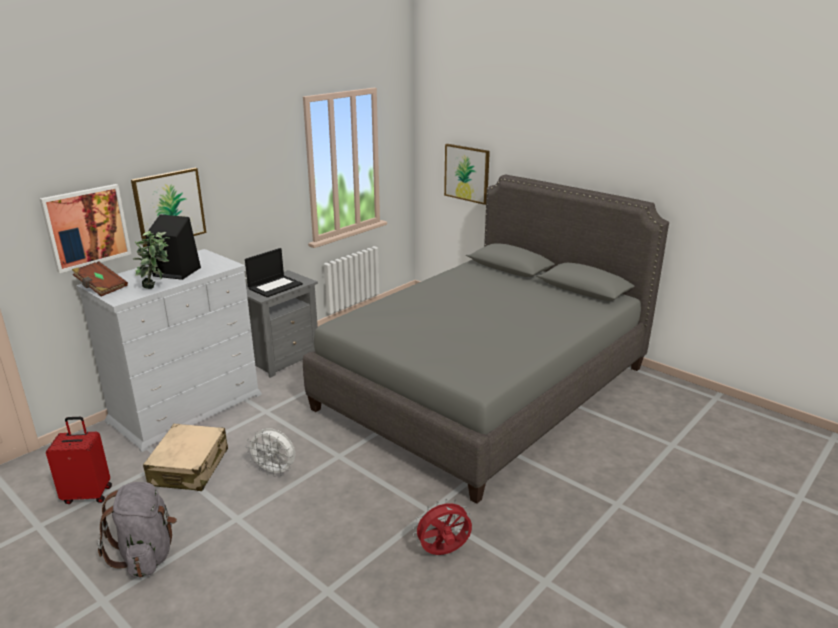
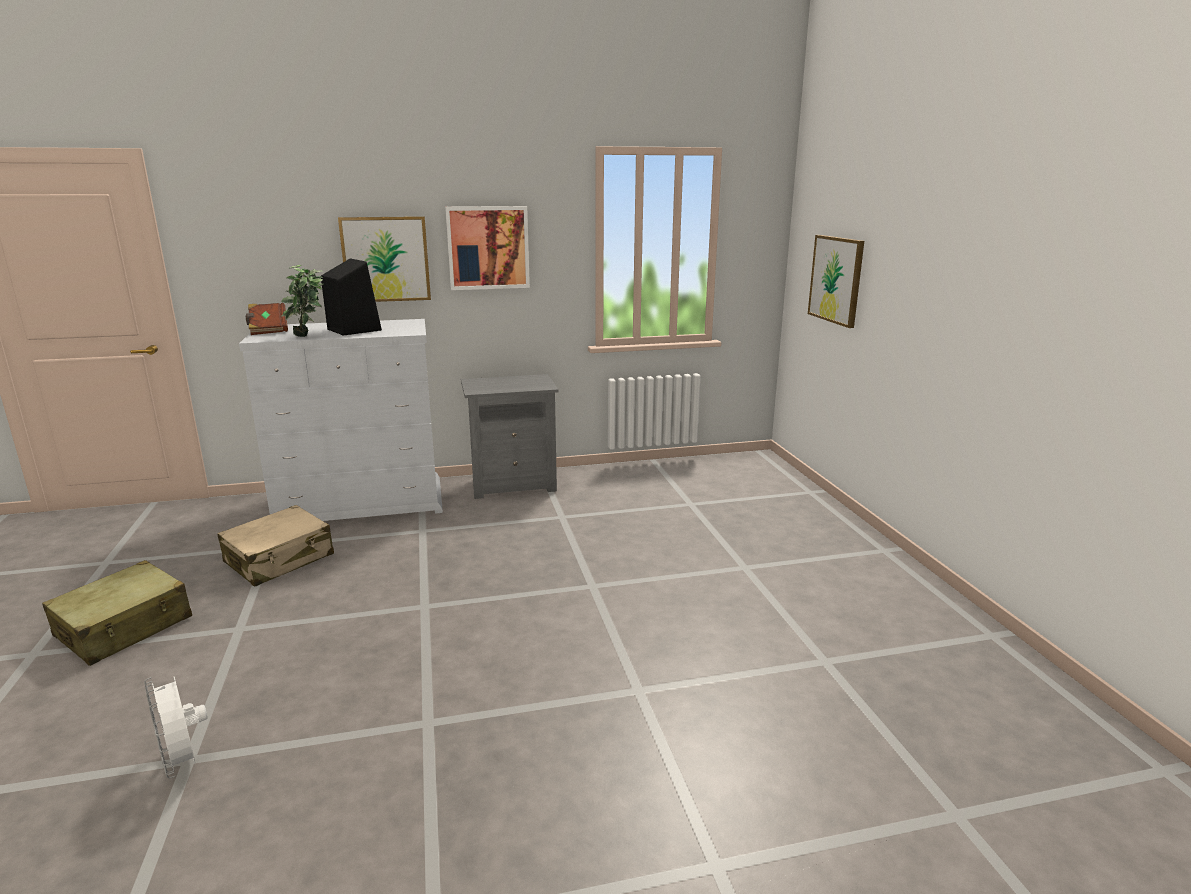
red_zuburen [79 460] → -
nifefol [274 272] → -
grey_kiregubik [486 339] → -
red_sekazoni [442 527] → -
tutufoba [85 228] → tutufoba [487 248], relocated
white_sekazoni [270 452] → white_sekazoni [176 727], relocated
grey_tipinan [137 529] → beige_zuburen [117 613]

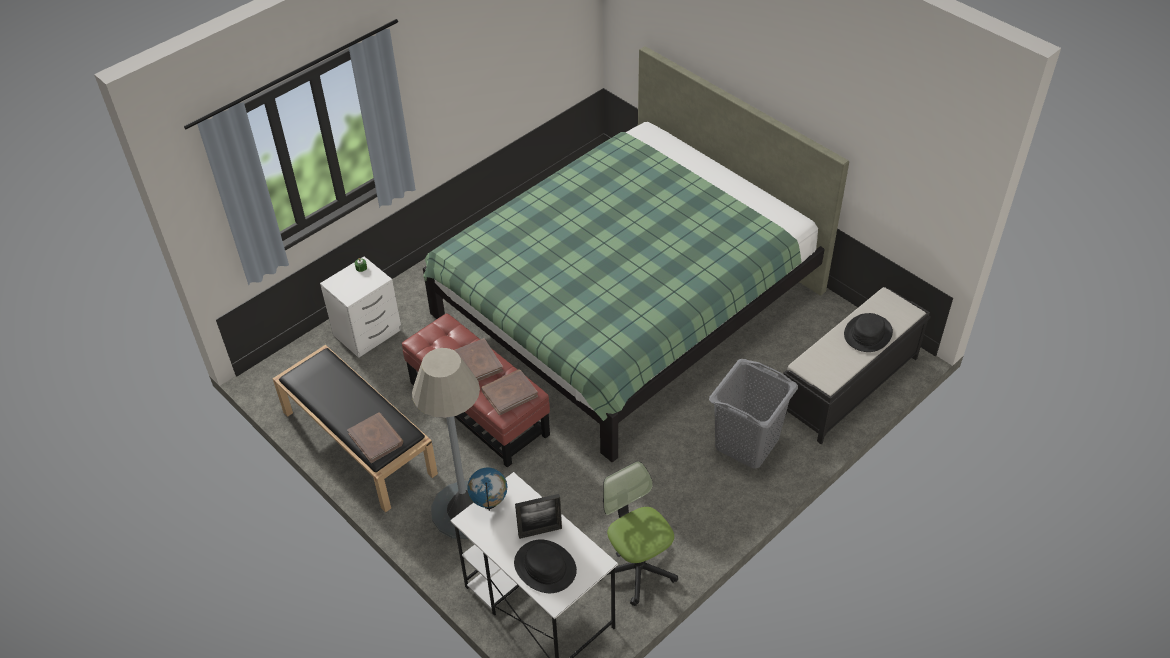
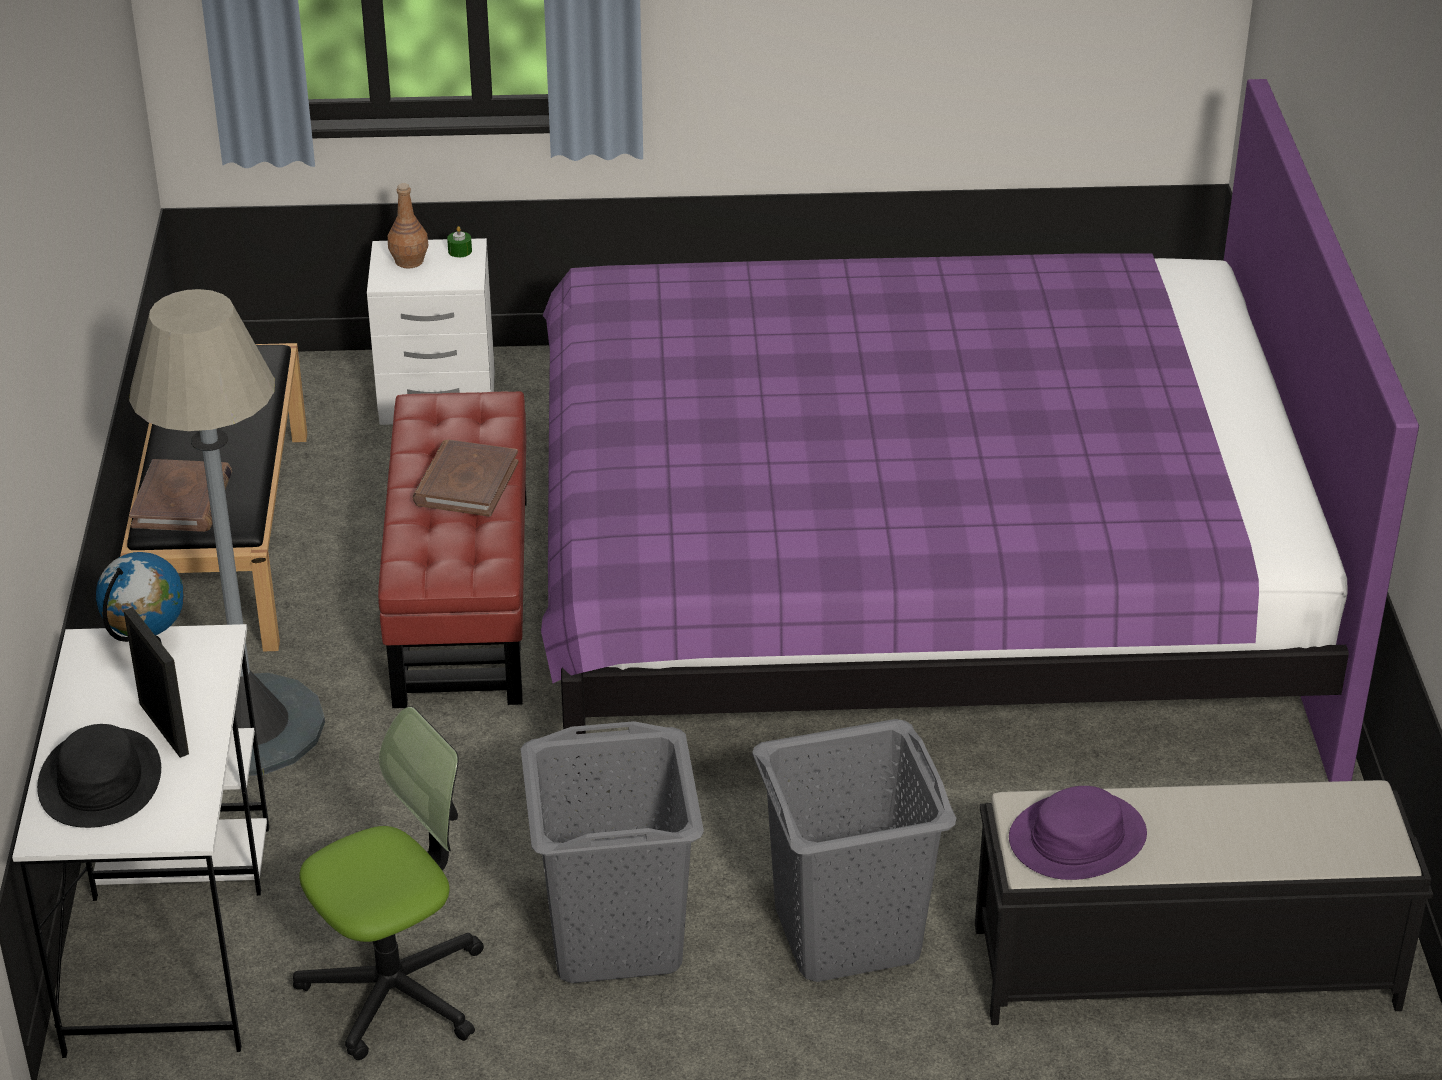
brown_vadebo [509 392] → -
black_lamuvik [868 332] → -
- → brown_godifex [408 225]
- → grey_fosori [612 852]
- → purple_lamuvik [1078 833]
green_kiregubik [636 254] → purple_kiregubik [980 440]
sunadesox [538 516] → sunadesox [156 682], 150 degrees counterclockwise
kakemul [639 533] → kakemul [388 883], 45 degrees clockwise

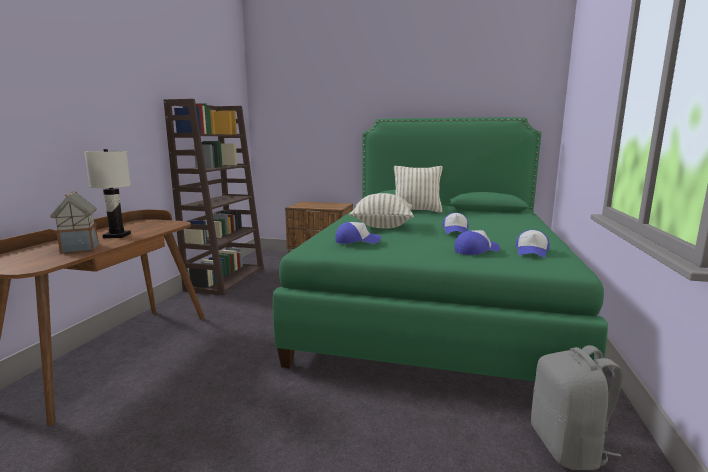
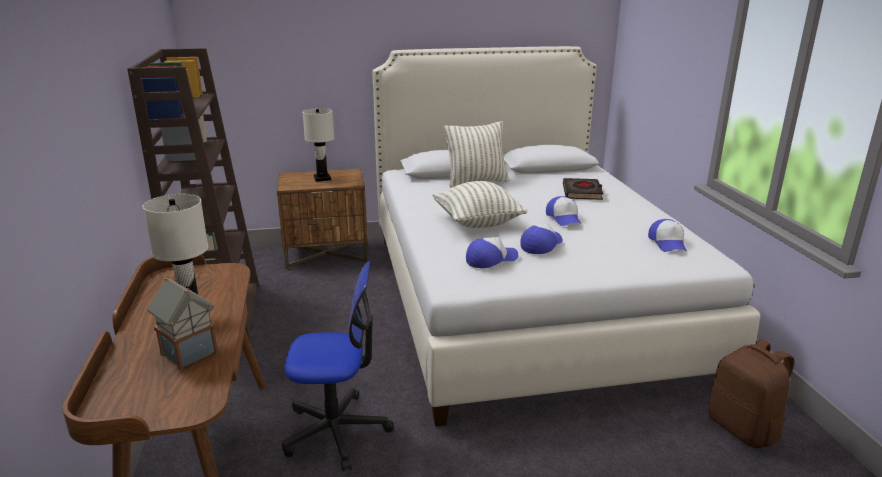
- → kakemul [338 366]
- → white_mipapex [318 145]
- → black_vadebo [583 189]
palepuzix [477 242] → palepuzix [541 238], relocated
green_kiregubik [440 249] → white_kiregubik [566 236]
grey_tipinan [577 407] → brown_tipinan [751 393]

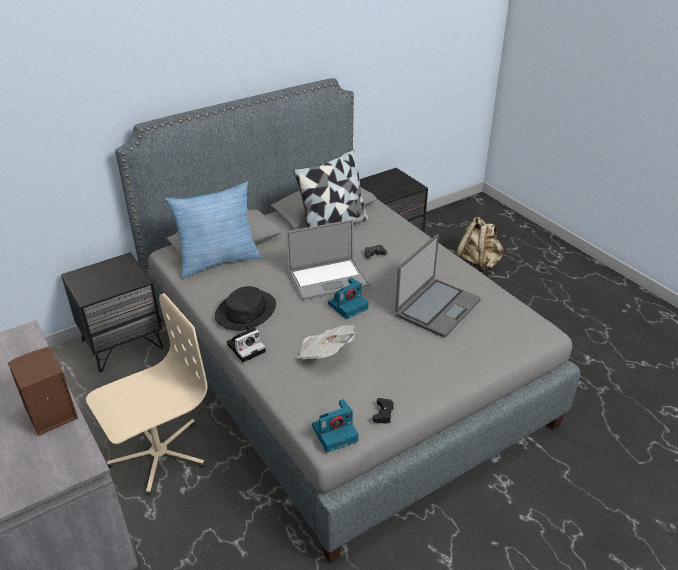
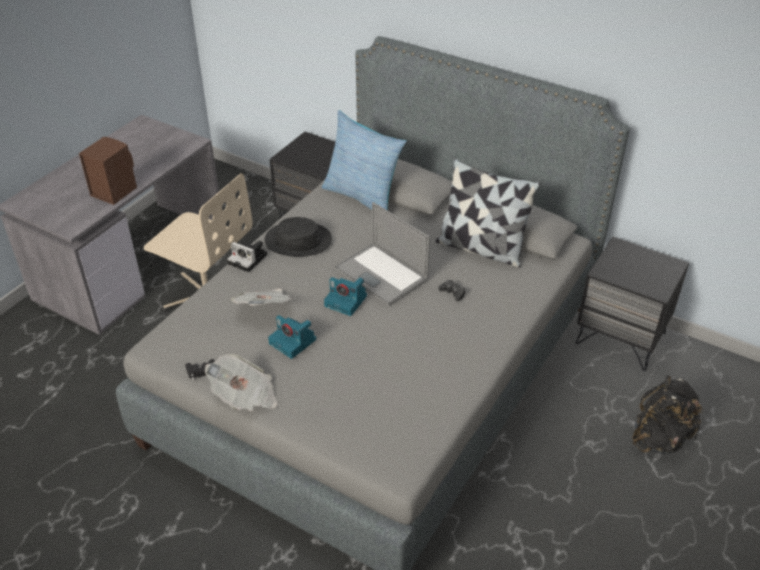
nifefol [438 285] → -
- → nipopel [241 382]
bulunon [335 425] → bulunon [292 337], relocated
beige_tipinan [480 245] → black_tipinan [668 414]

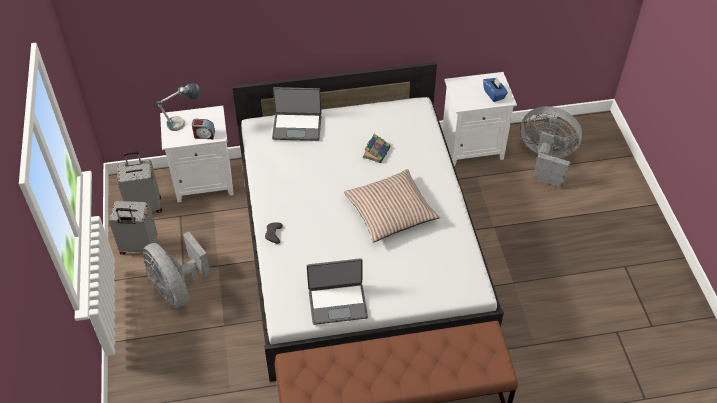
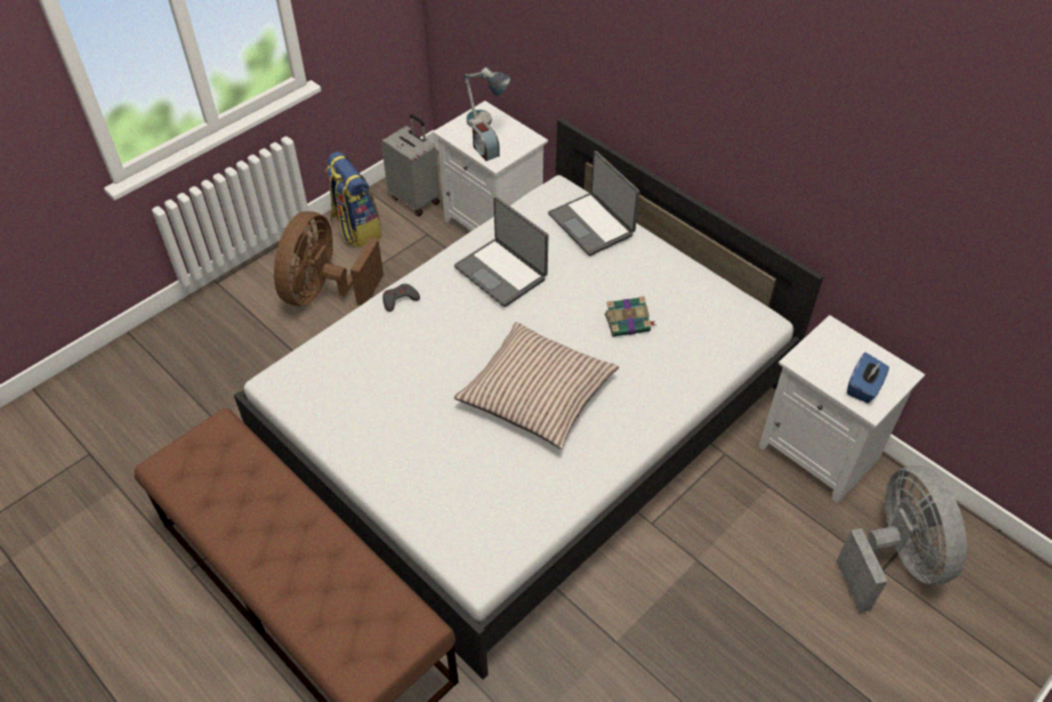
nifefol [337 291] → nifefol [501 252], relocated
grey_zuburen [133 228] → tipinan [354 200]
grey_sekazoni [177 269] → brown_sekazoni [329 258]

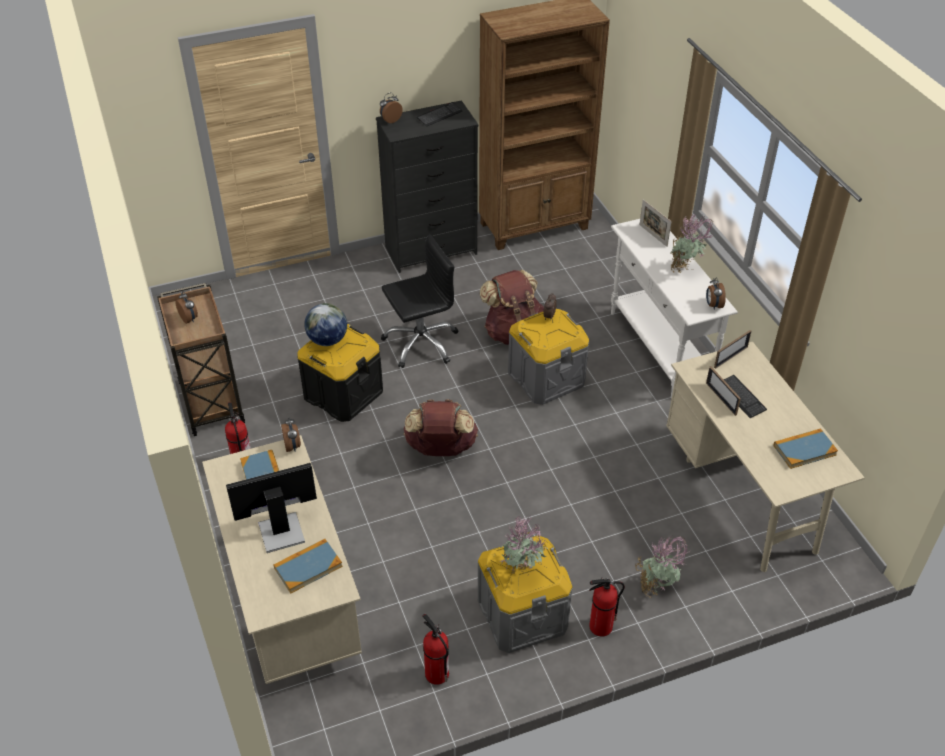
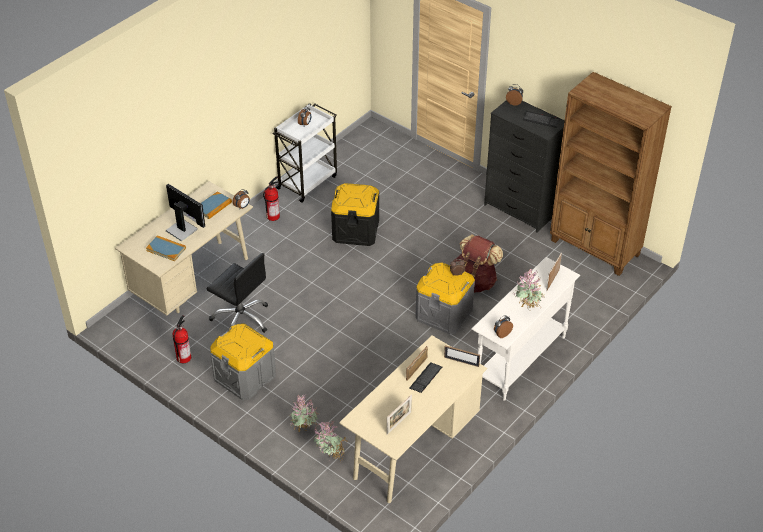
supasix [325 324] → -
brown_tipinan [441 427] → -
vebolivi [607 607] → -
black_kakemul [419 301] → black_kakemul [237 293], relocated
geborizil [524 546] → geborizil [331 442], relocated
vadebo [806 448] → sunadesox [399 414]
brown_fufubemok [201 359] → white_fufubemok [304 153]

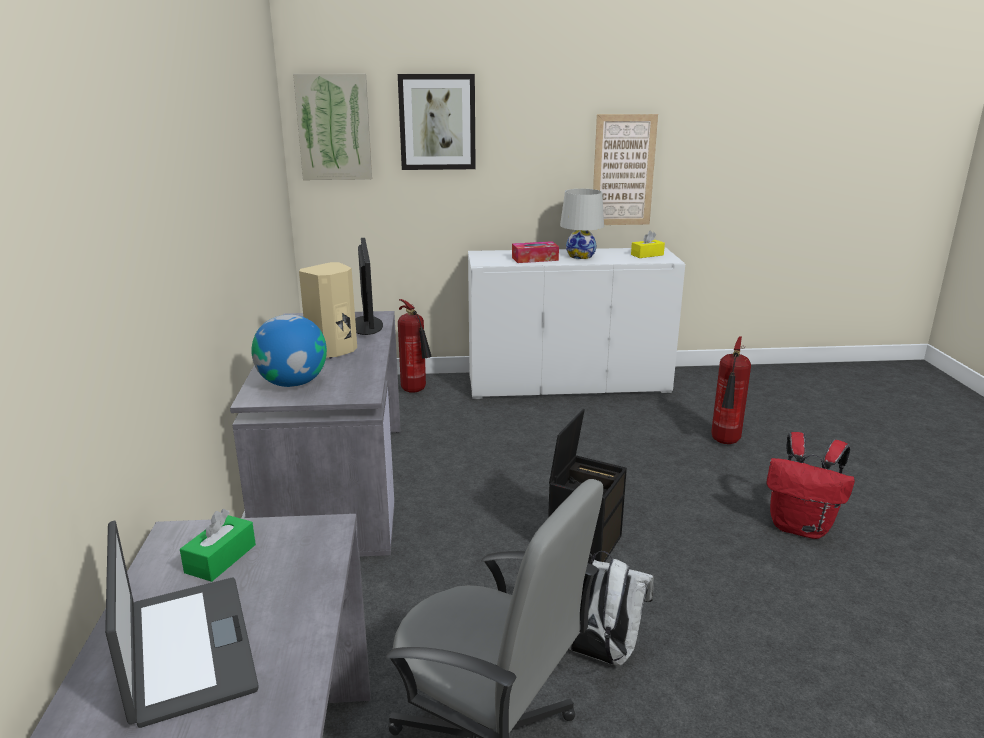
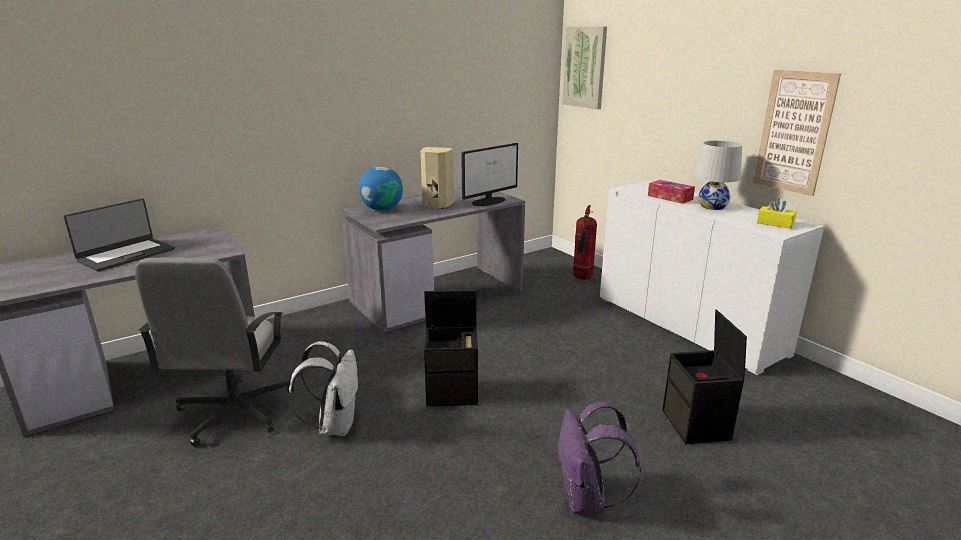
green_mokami [218 545] → -
tutufoba [437 122] → -
vebolivi [731 390] → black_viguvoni [704 377]
red_tipinan [810 485] → purple_tipinan [599 457]

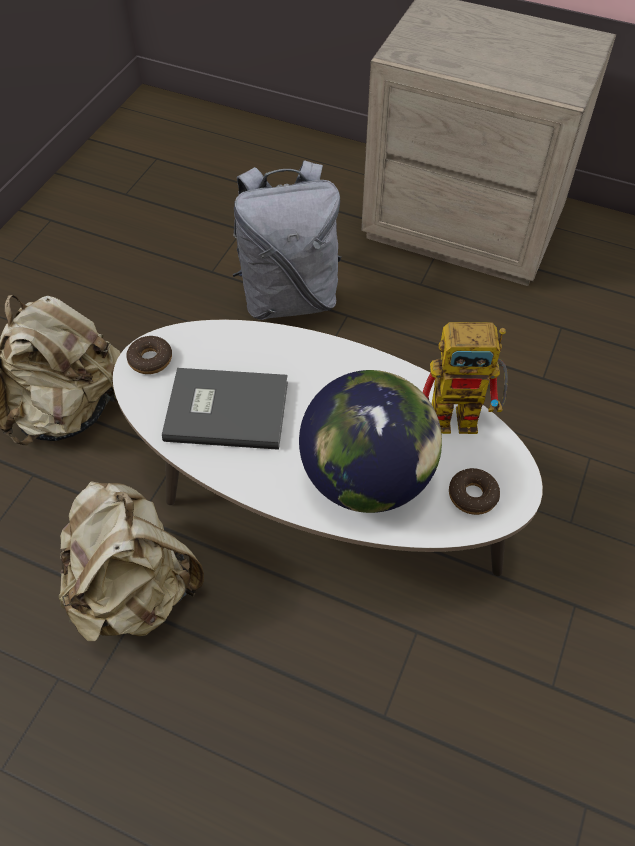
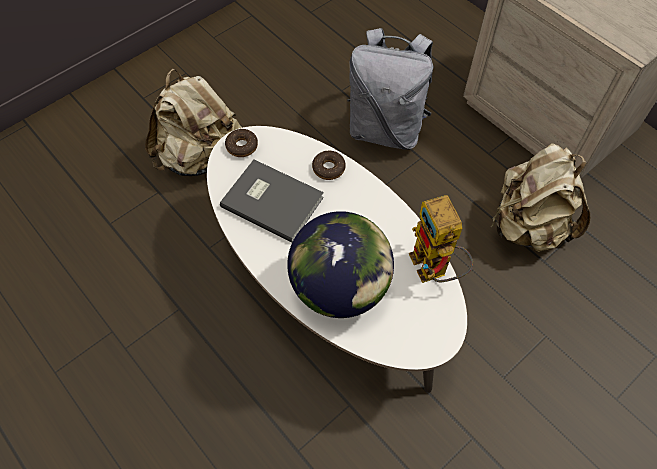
beige_tipinan [131 561] → beige_tipinan [540 197], relocated
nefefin [474 491] → nefefin [329 165], relocated
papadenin [465 378] → papadenin [441 239], 45 degrees clockwise

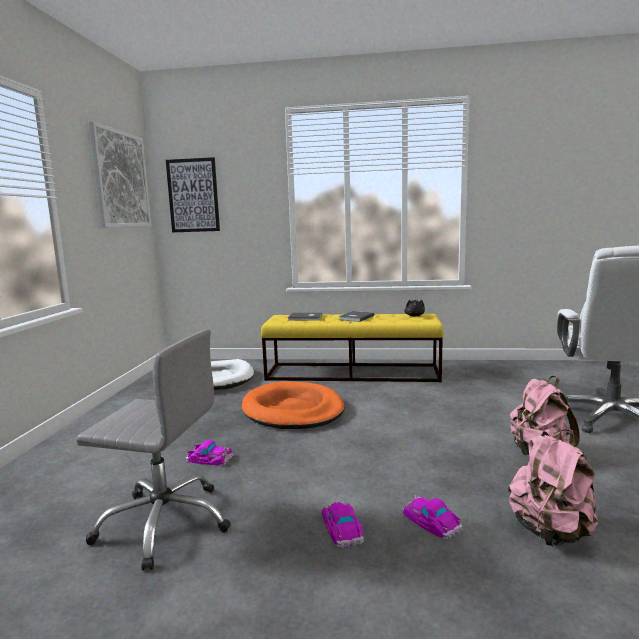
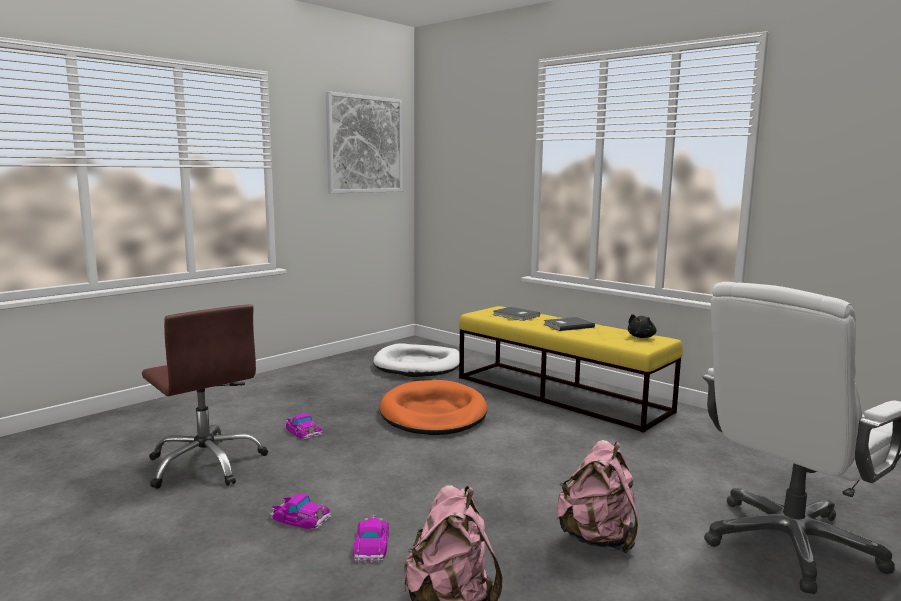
tutufoba [193 194] → -
grey_kakemul [153 450] → brown_kakemul [205 397]
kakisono [343 523] → kakisono [300 512], 90 degrees clockwise

